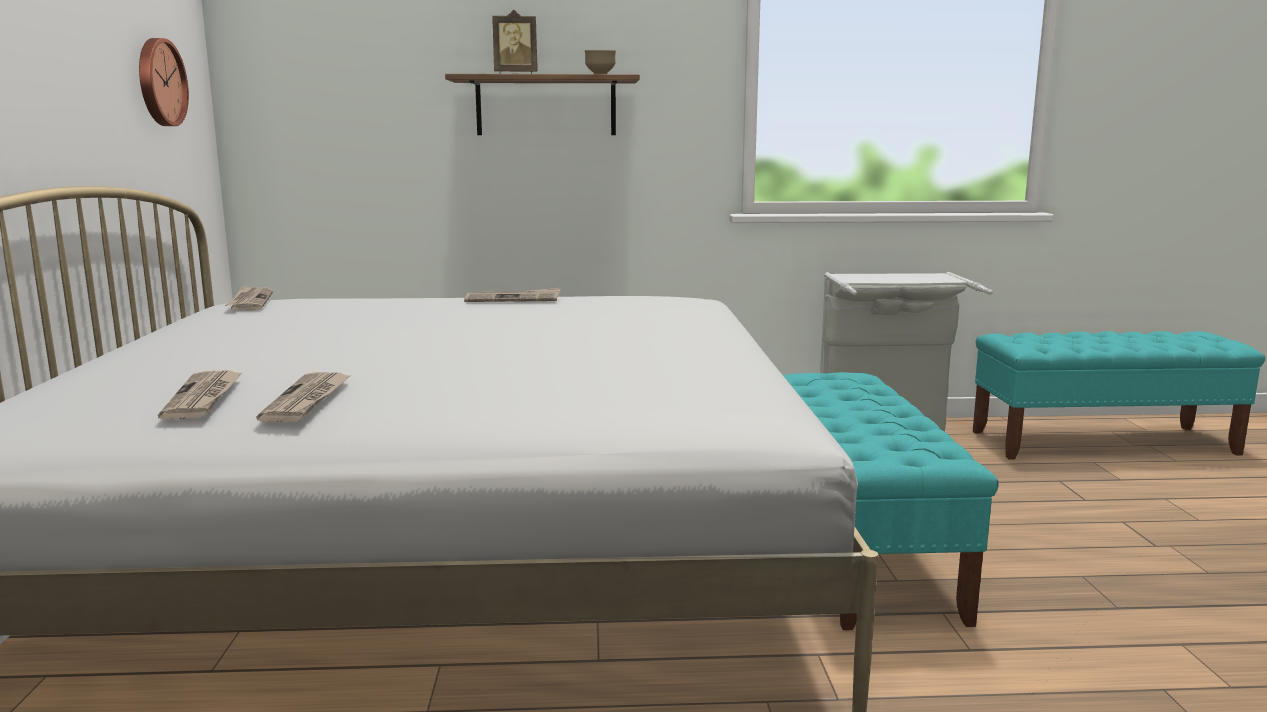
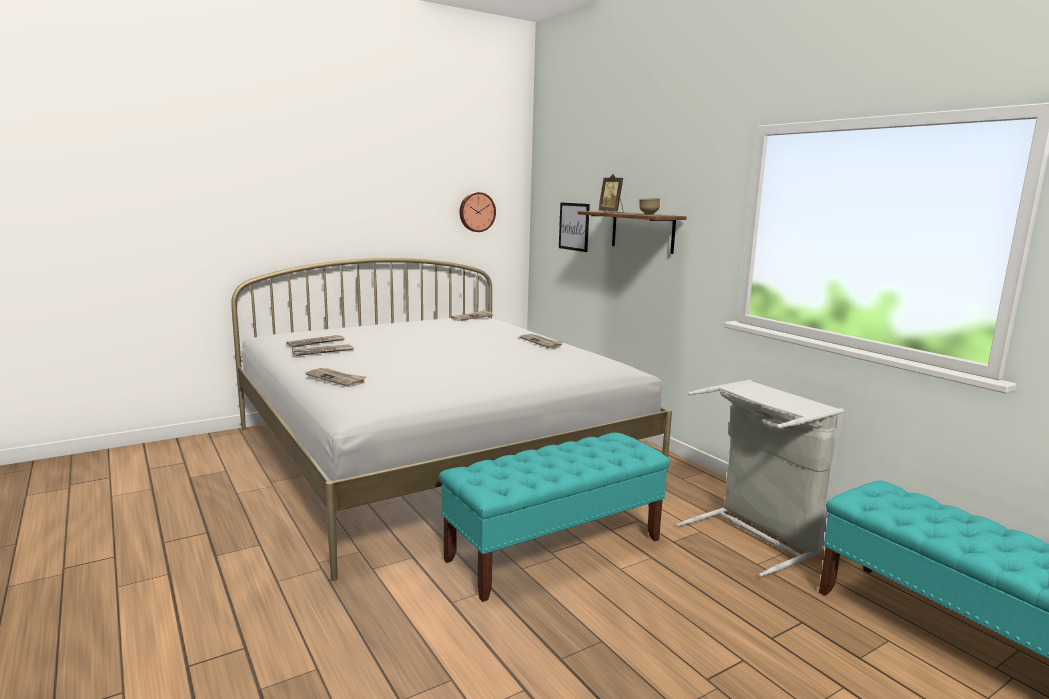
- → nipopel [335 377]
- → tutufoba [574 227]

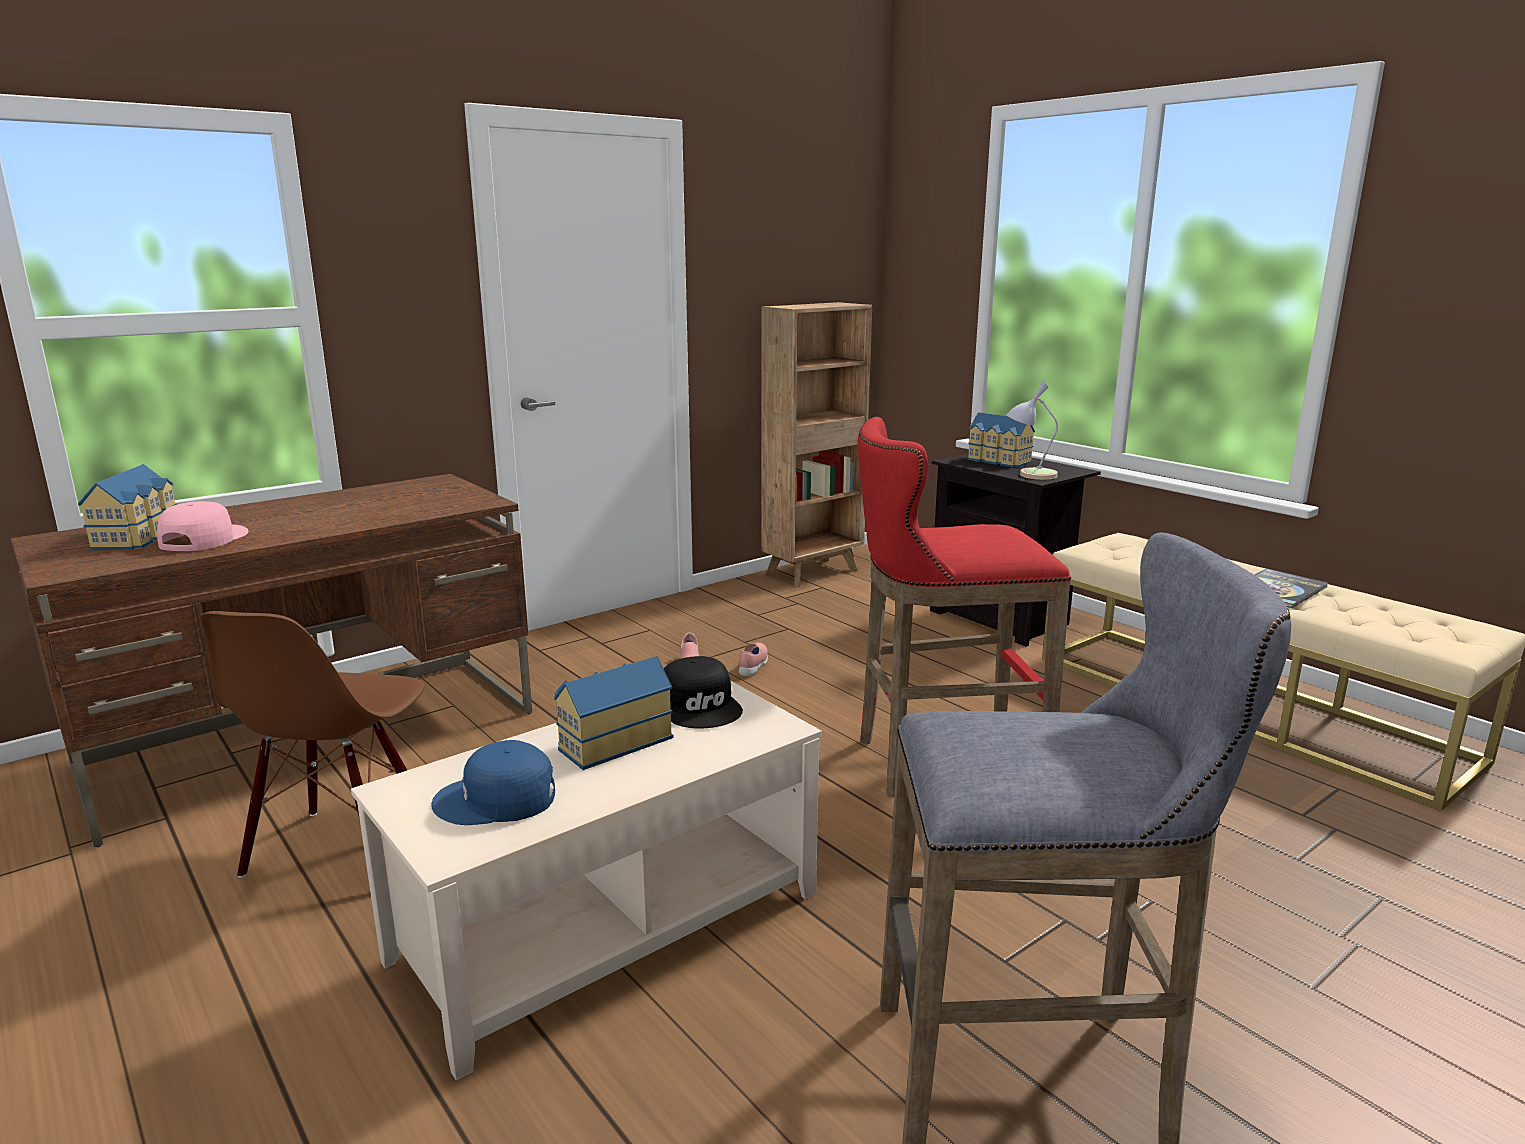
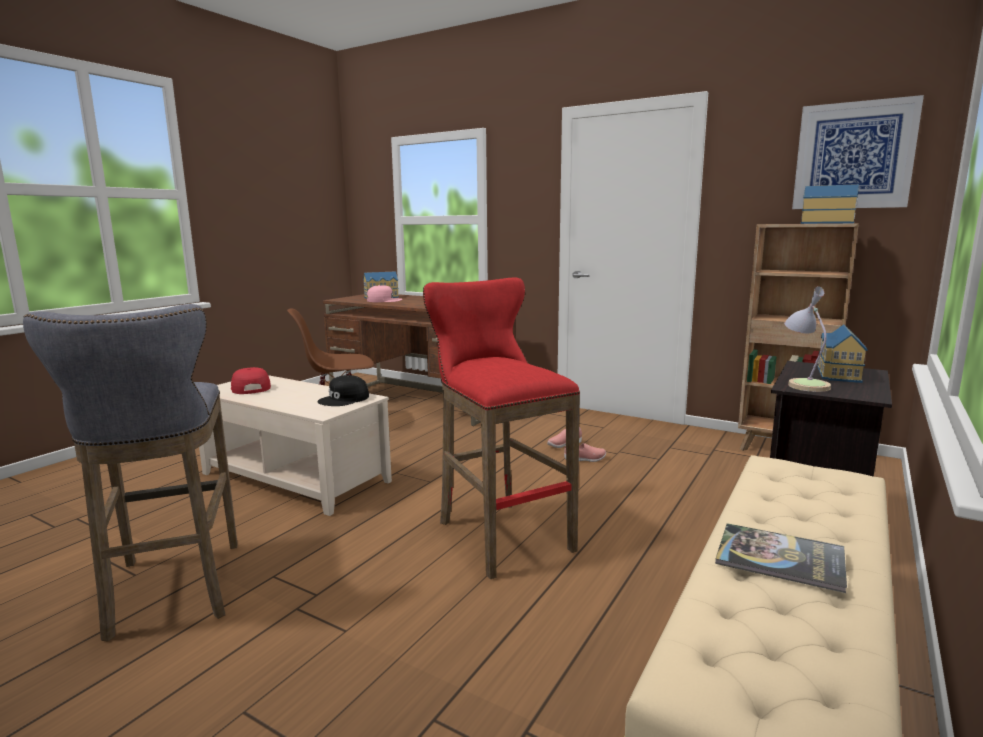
- → tutufoba [858 152]
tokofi [613 713] → tokofi [830 204], relocated
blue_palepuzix [493 782] → red_palepuzix [251 380]

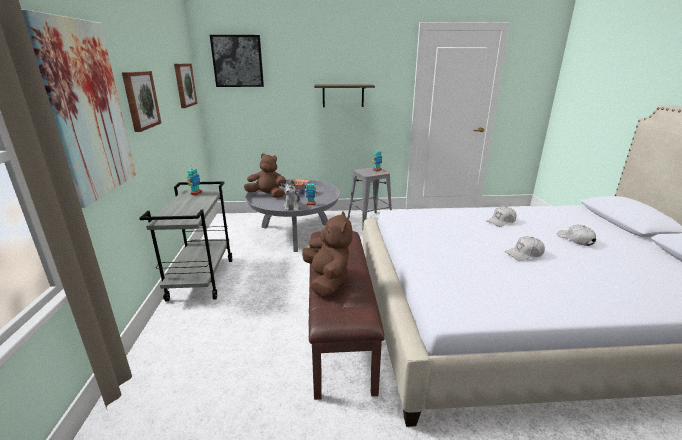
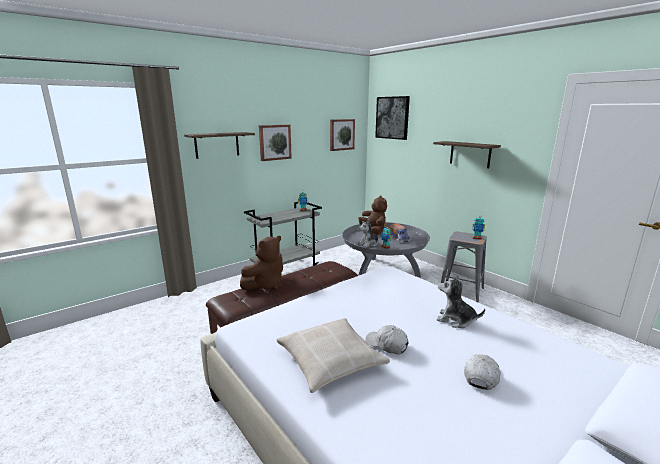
- → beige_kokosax [333 355]
tutufoba [78 108] → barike [219 145]
white_palepuzix [501 217] → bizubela [461 302]

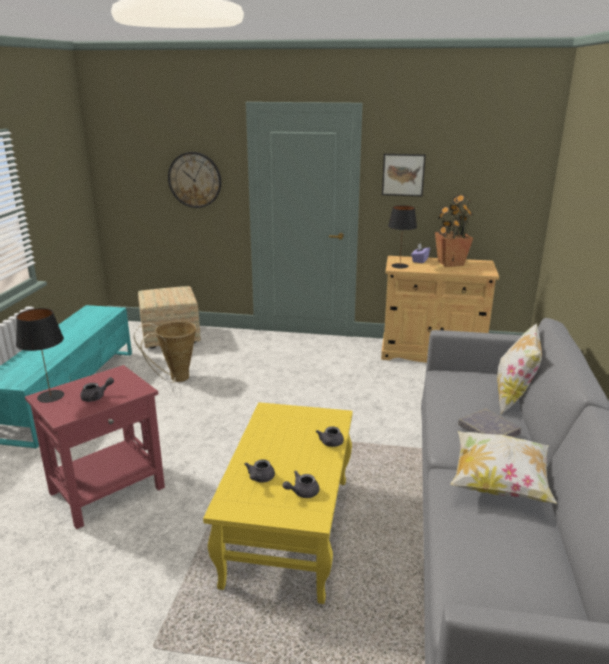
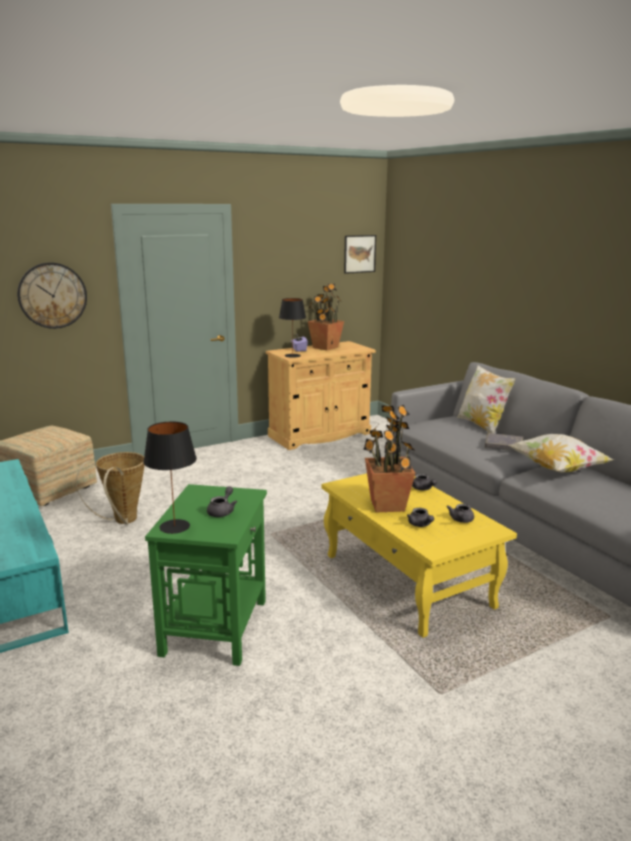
- → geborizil [389 458]
tutufoba [404 175] → tutufoba [360 254], relocated
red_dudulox [95 447] → green_dudulox [206 575]

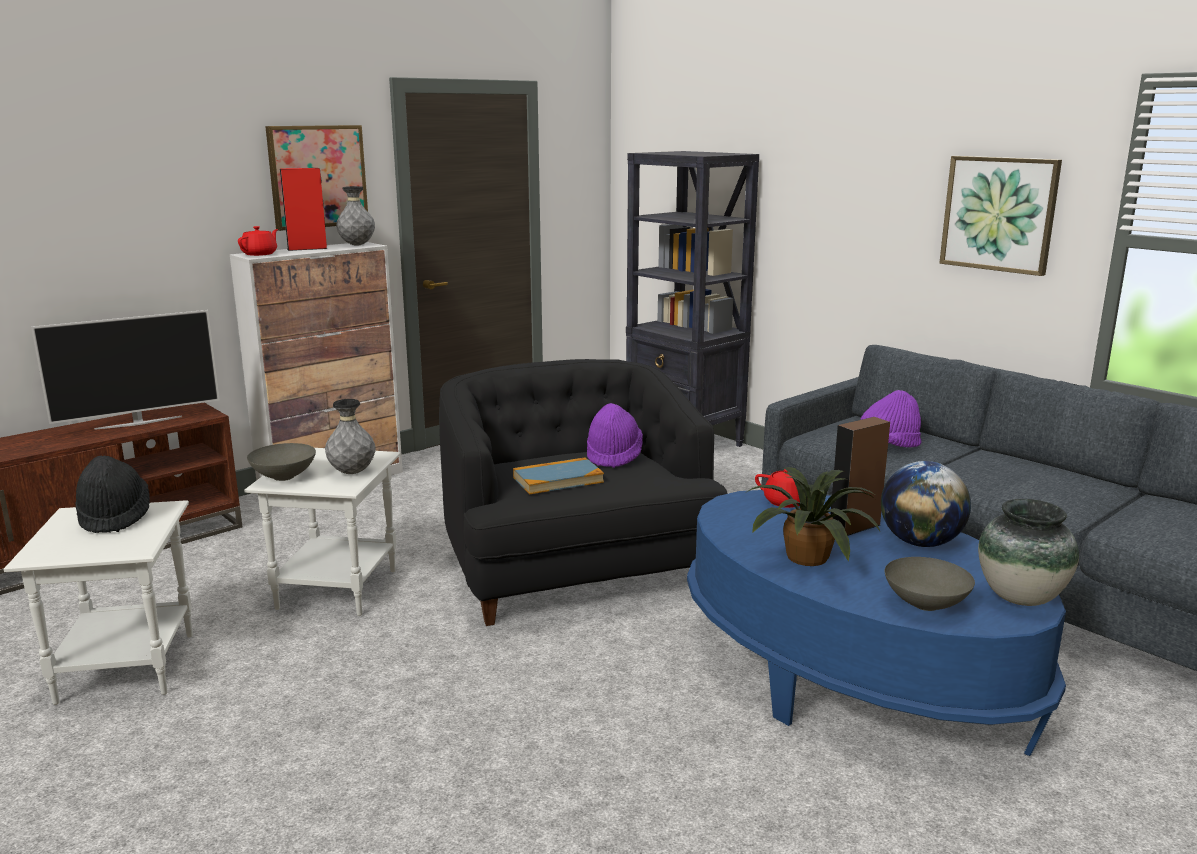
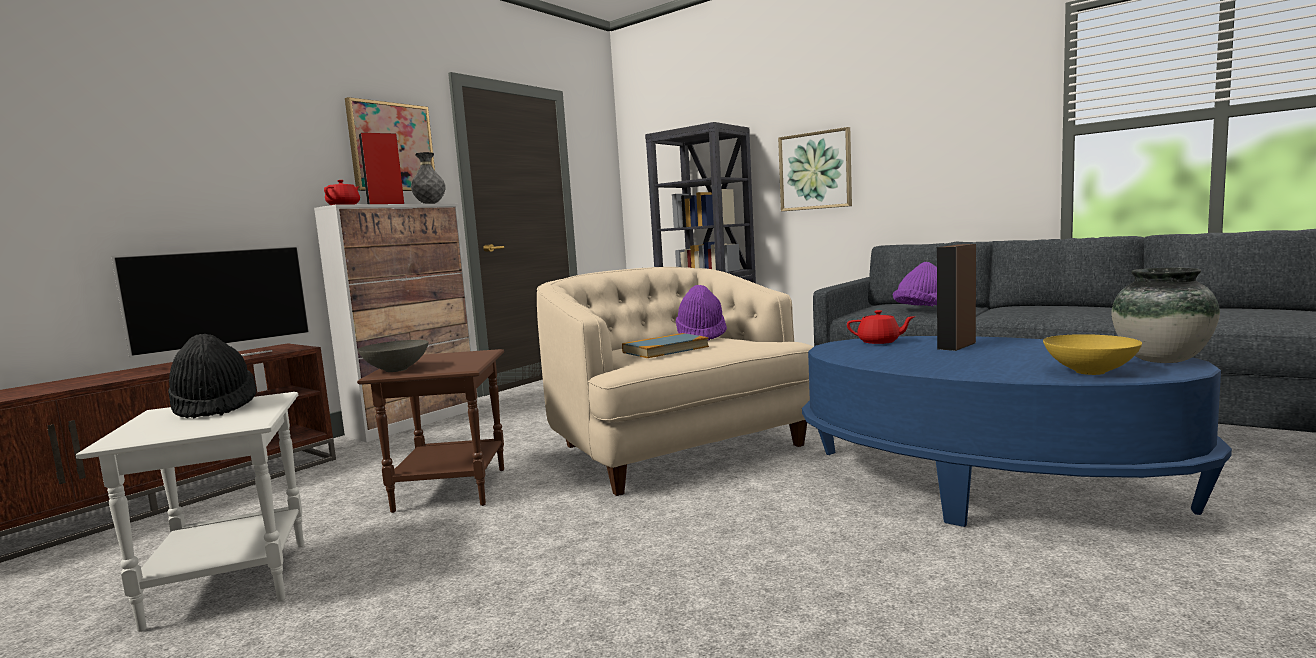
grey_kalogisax [350 436] → -
geborizil [813 516] → -
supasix [926 504] → -
tutufoba [1000 216] → tutufoba [815 169], relocated
white_dudulox [322 532] → brown_dudulox [430 431]
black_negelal [583 492] → beige_negelal [675 381]
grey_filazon [930 584] → yellow_filazon [1092 354]

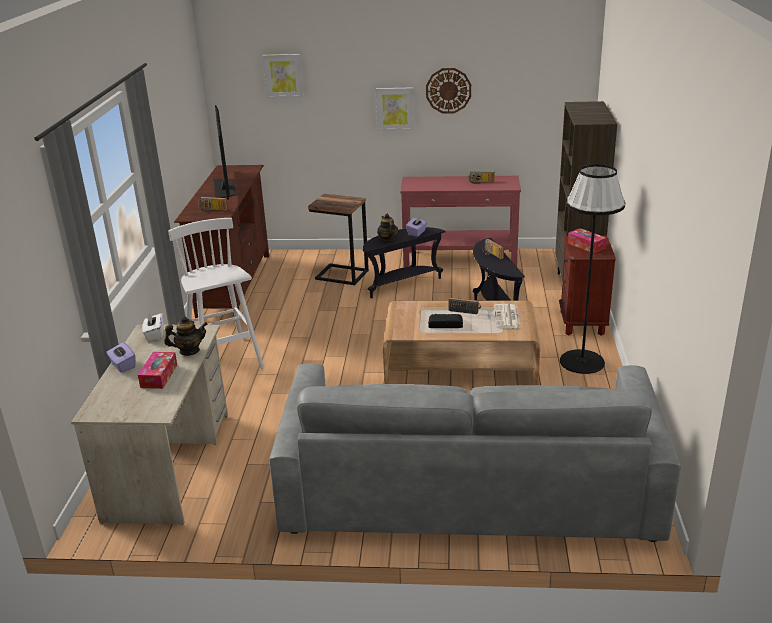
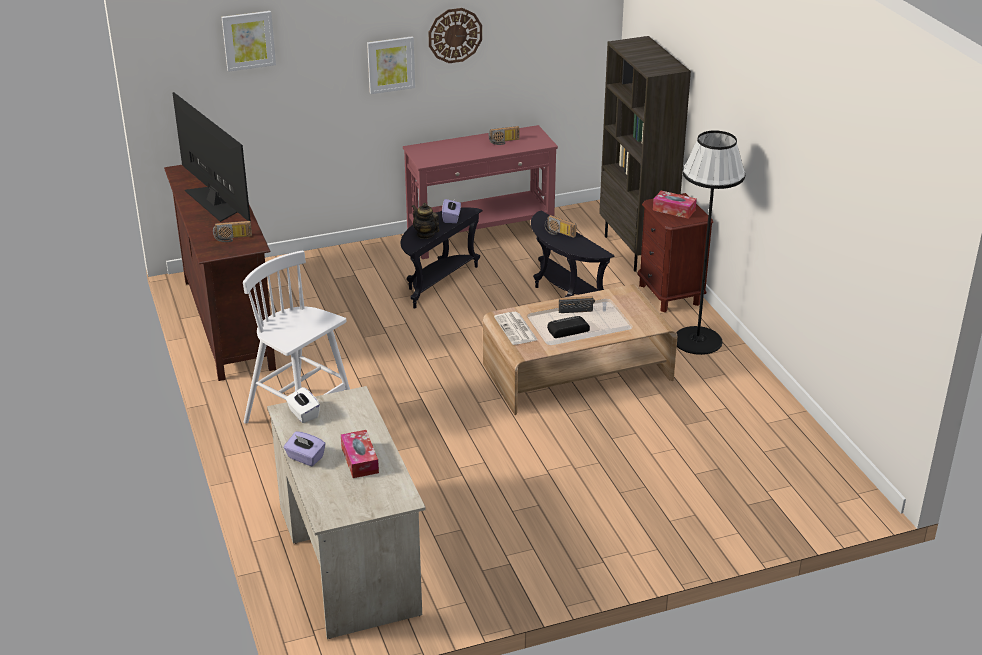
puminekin [186 336] → -
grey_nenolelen [475 452] → -
dudulox [338 239] → -
nipopel [507 316] → nipopel [516 328], relocated

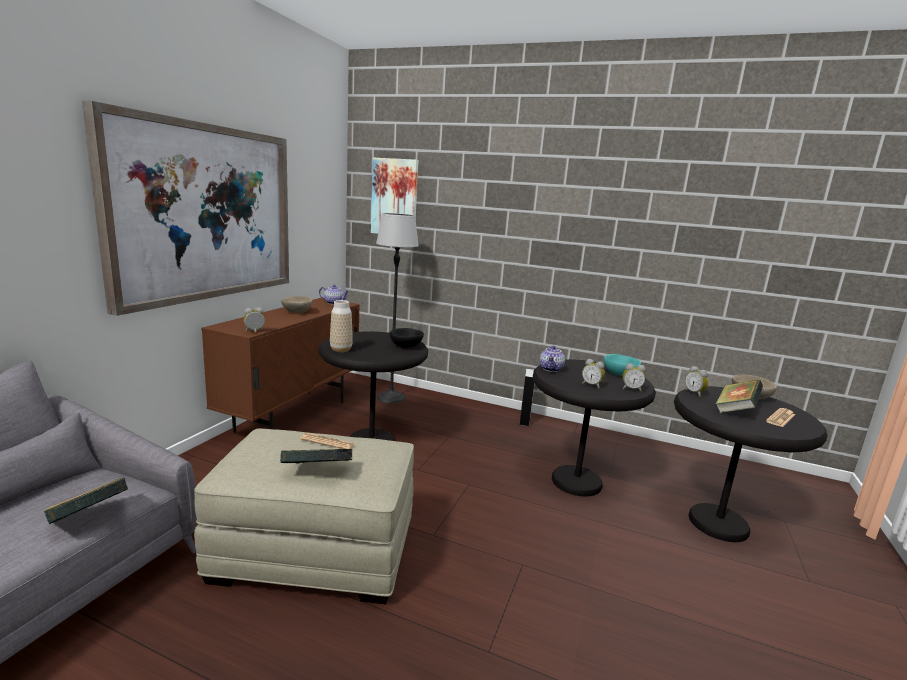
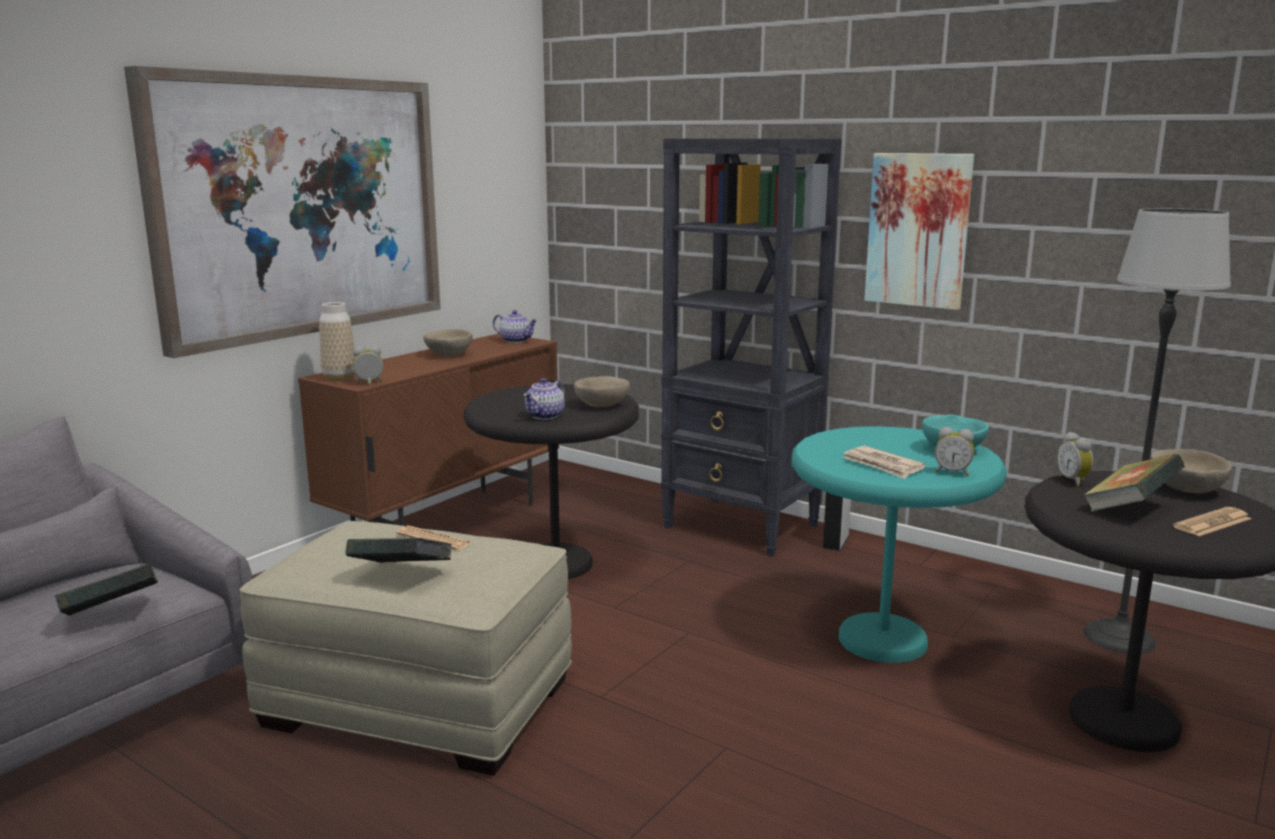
- → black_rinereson [751 348]
kalogisax [341 326] → kalogisax [337 341], relocated
tutufoba [395 196] → tutufoba [919 231], relocated
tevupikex [397 308] → tevupikex [1157 431], relocated
puminekin [552 359] → puminekin [544 399], relocated
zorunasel [593 374] → nipopel [884 462]
black_filazon [406 338] → beige_filazon [602 391]
black_dudulox [594 428] → turquoise_dudulox [899 544]

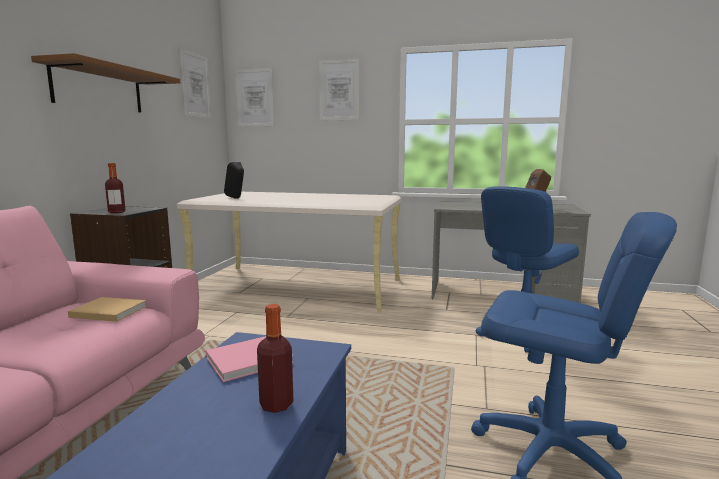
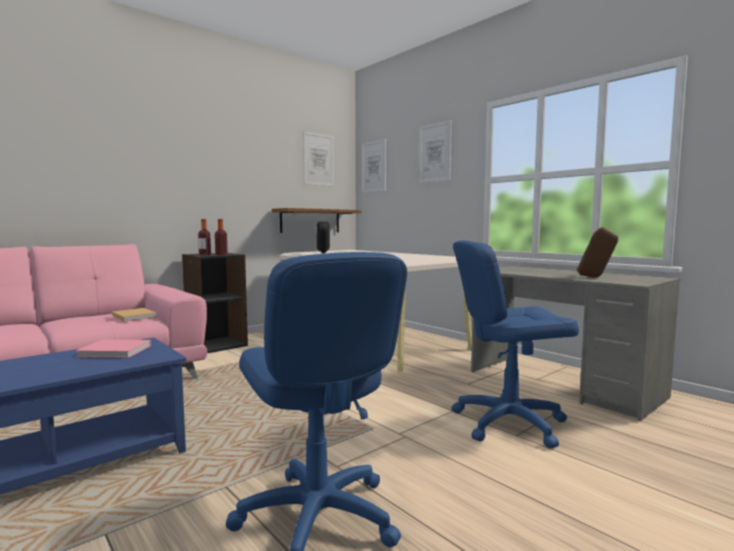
brown_barike [105 83] → brown_barike [317 220], relocated
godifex [275 358] → godifex [221 237], relocated

